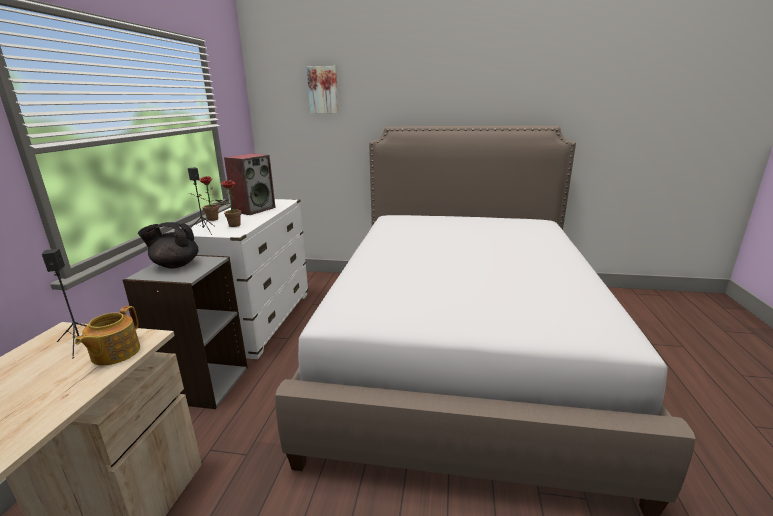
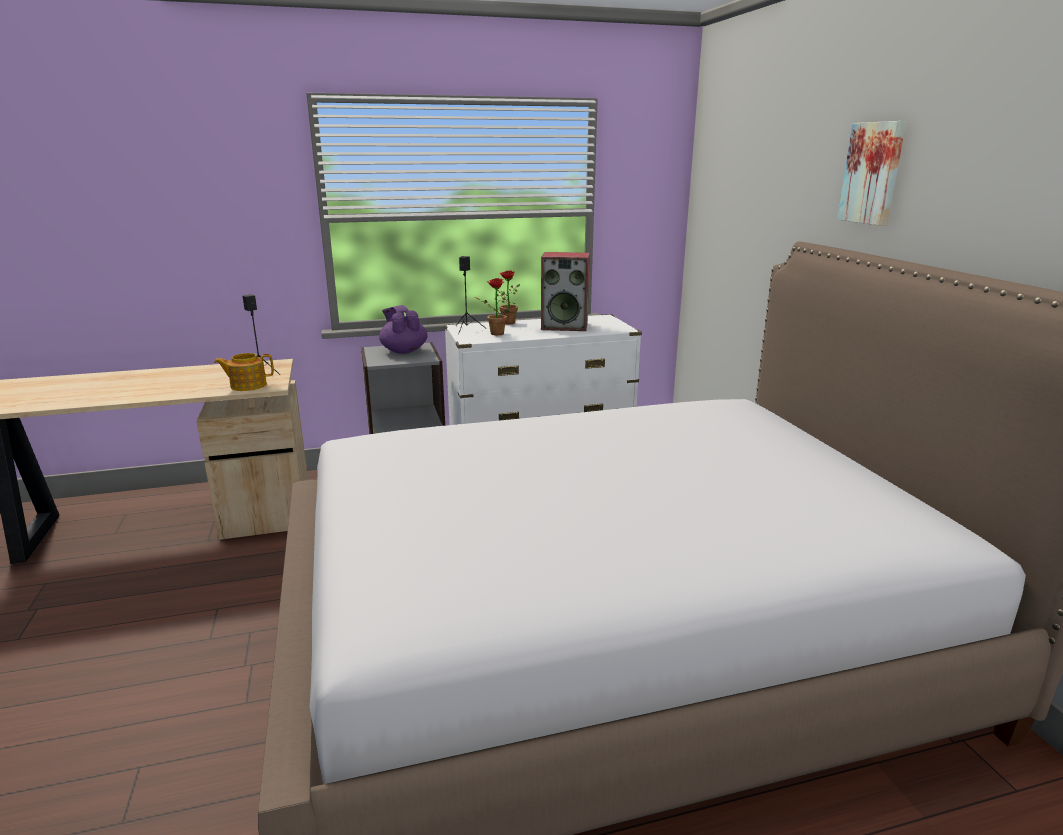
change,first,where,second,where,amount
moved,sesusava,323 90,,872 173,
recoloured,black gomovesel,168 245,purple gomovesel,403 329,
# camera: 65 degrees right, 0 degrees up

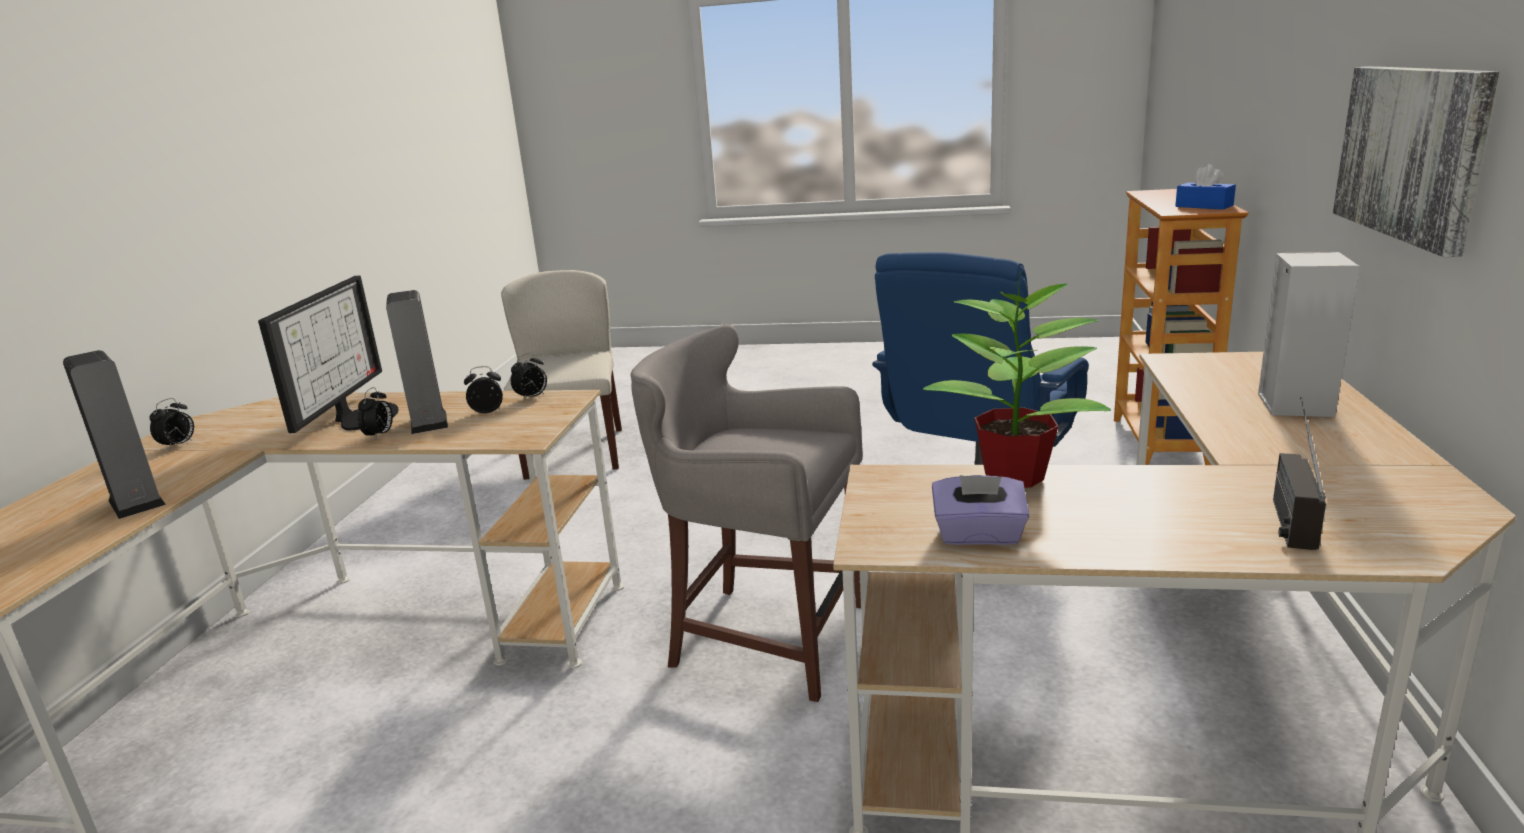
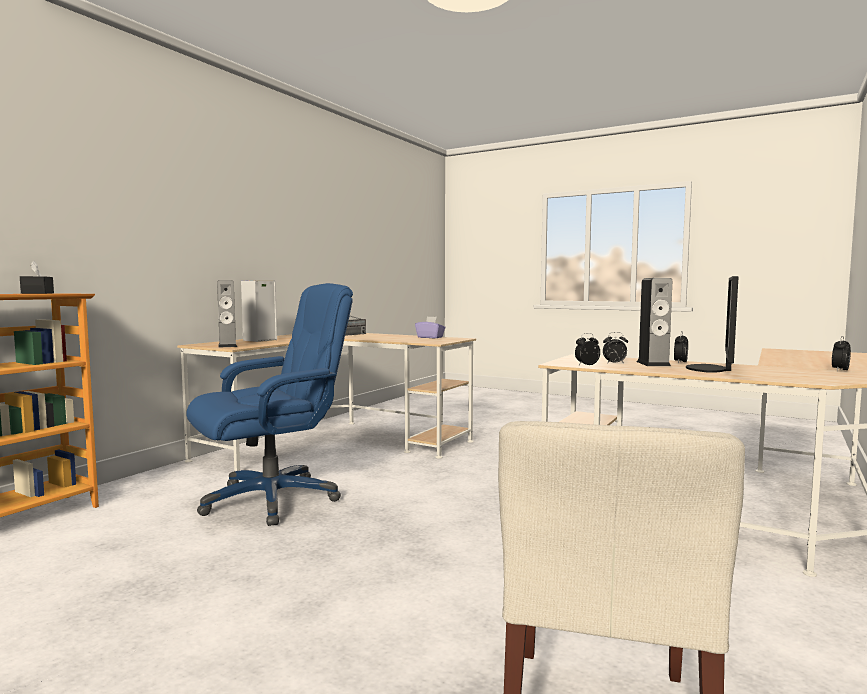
change,first,where,second,where,amount
removed,sesusava,1416 161,,,
recoloured,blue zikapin,1205 187,black zikapin,37 277,
removed,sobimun,1017 379,,,
removed,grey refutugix,747 513,,,
moved,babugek,114 434,,227 314,
# camera: 160 degrees left, 15 degrees down

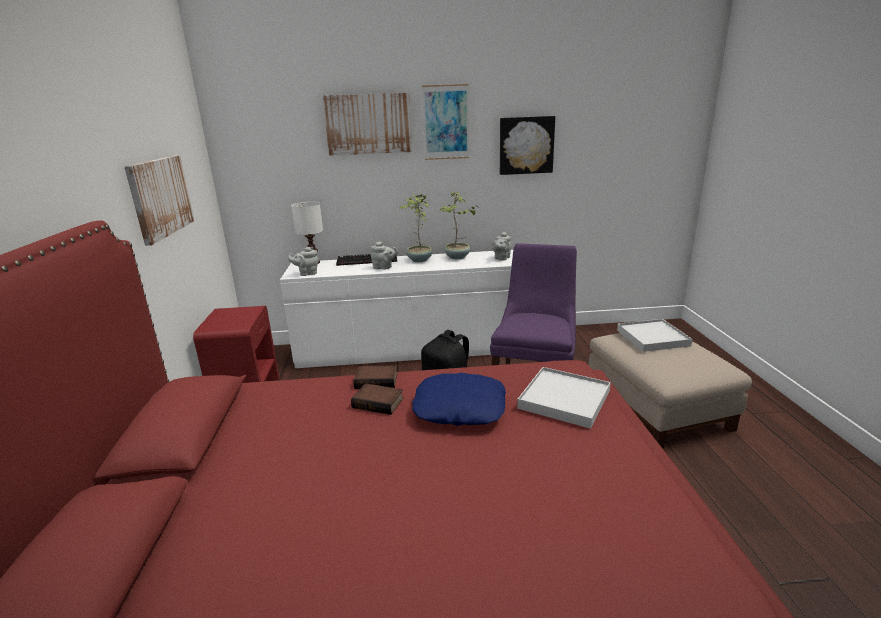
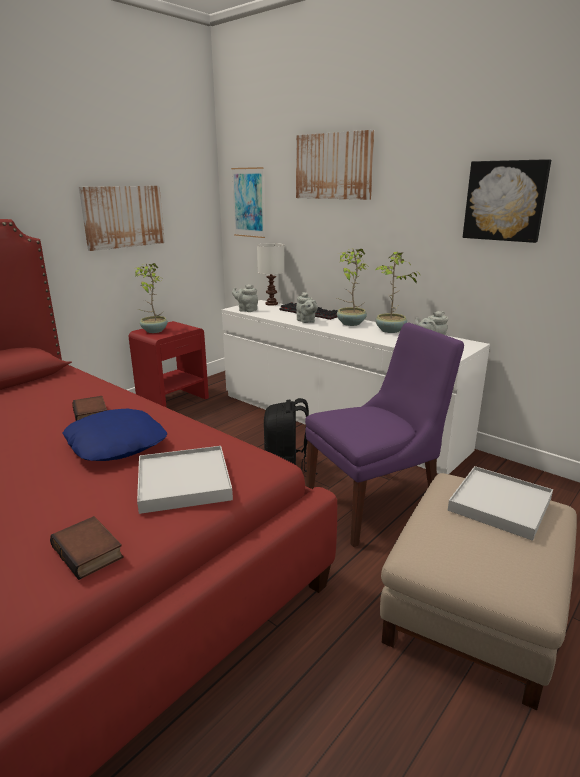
change,first,where,second,where,amount
moved,sesusava,446 122,,248 202,
moved,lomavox,375 377,,86 548,
added,,,sobimun,151 298,
# camera: 45 degrees right, 0 degrees up

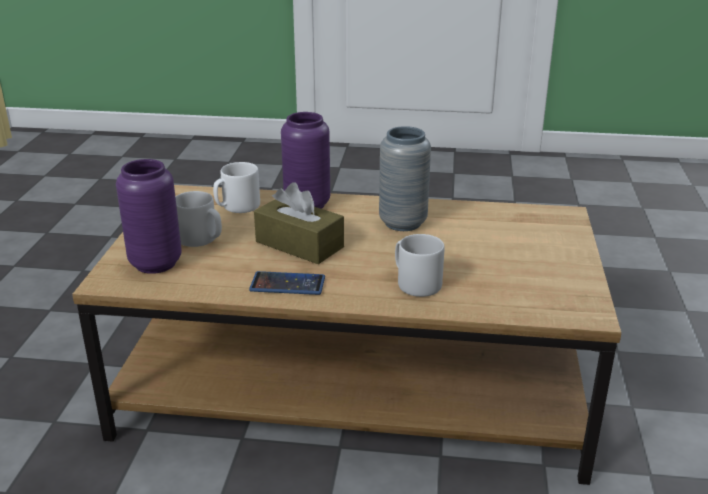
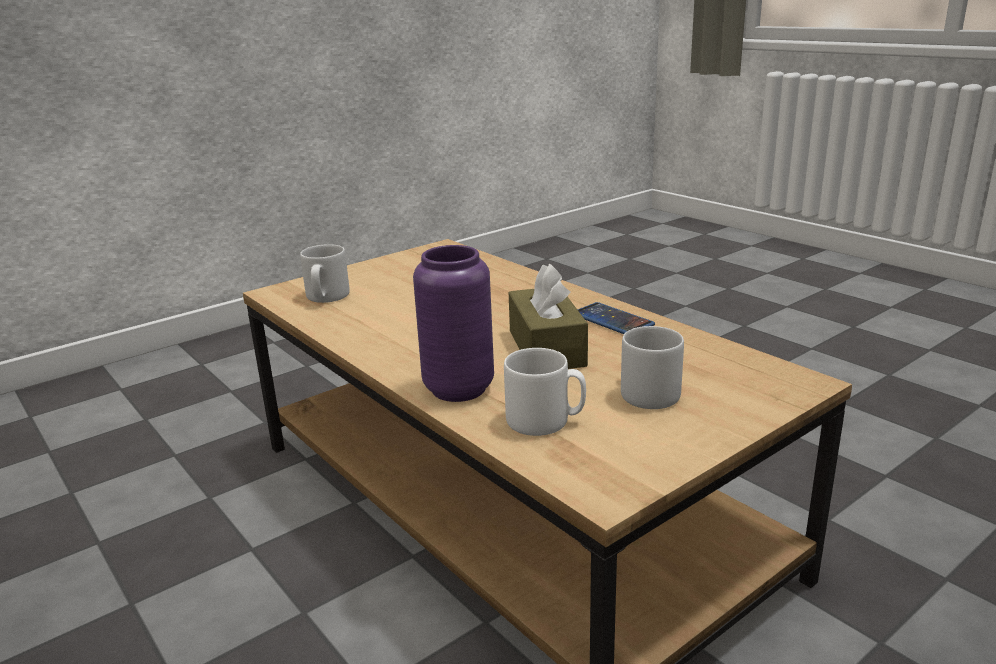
change,first,where,second,where,amount
removed,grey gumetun,405 178,,,
removed,purple gumetun,149 216,,,
moved,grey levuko,419 265,,325 273,
# camera: 135 degrees left, 5 degrees down

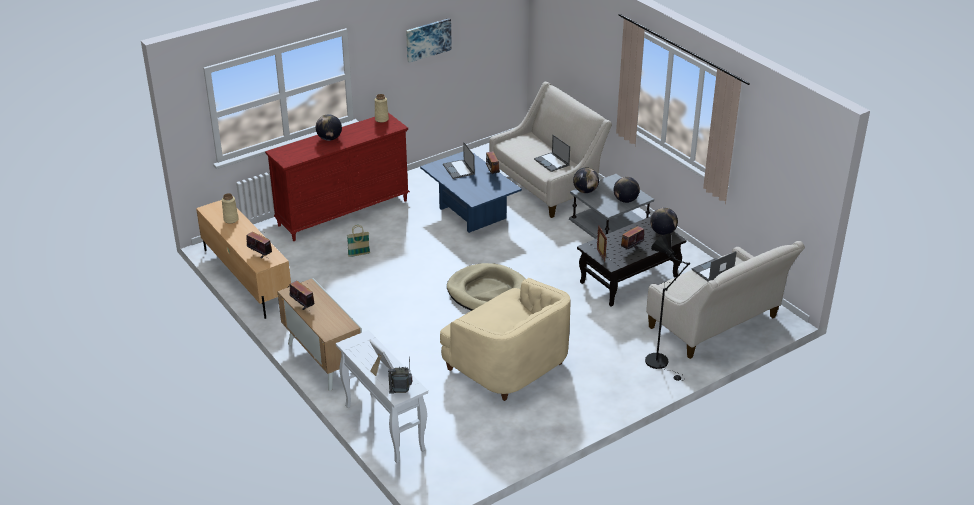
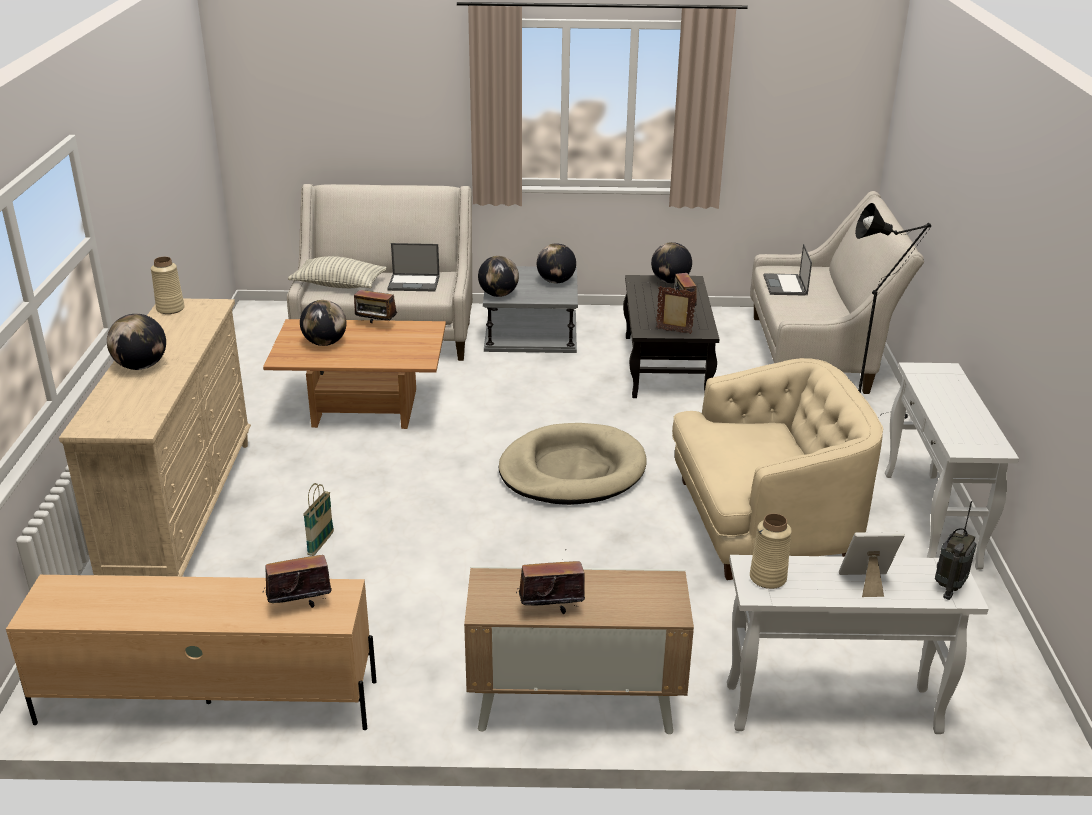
change,first,where,second,where,amount
removed,sesusava,429 40,,,
recoloured,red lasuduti,337 177,beige lasuduti,155 438,
replaced,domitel,459 160,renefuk,323 323,
recoloured,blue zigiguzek,471 192,brown zigiguzek,354 374,
moved,beige gumetun,230 208,,771 551,
added,,,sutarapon,337 272,
added,,,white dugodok,952 466,
# camera: 55 degrees left, 5 degrees down

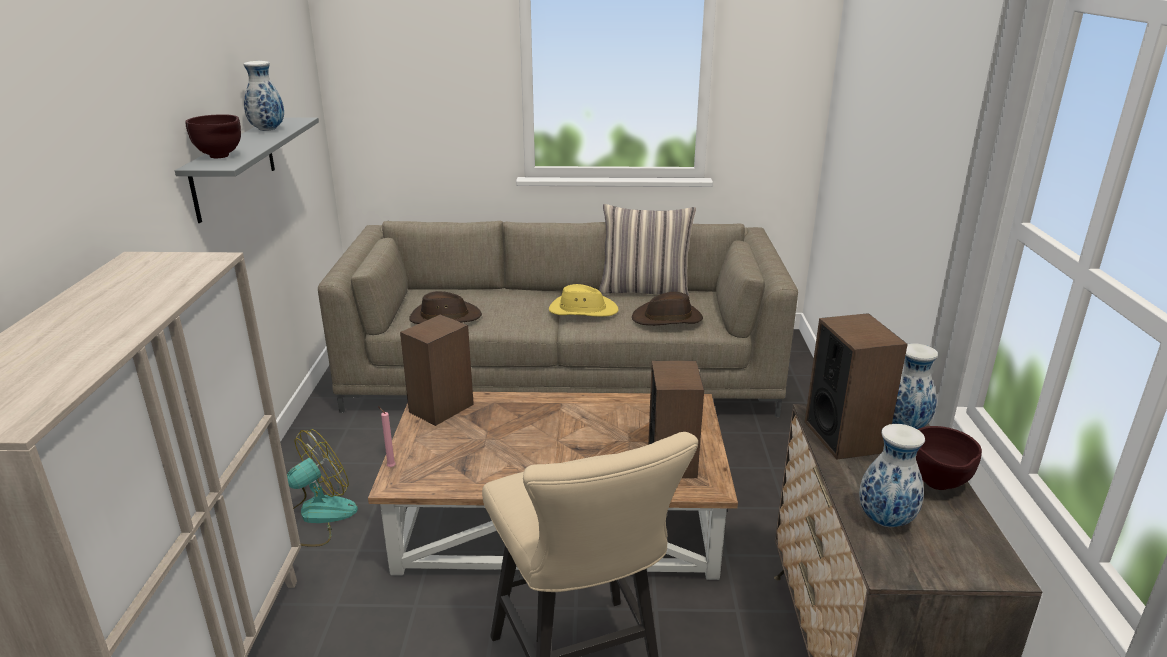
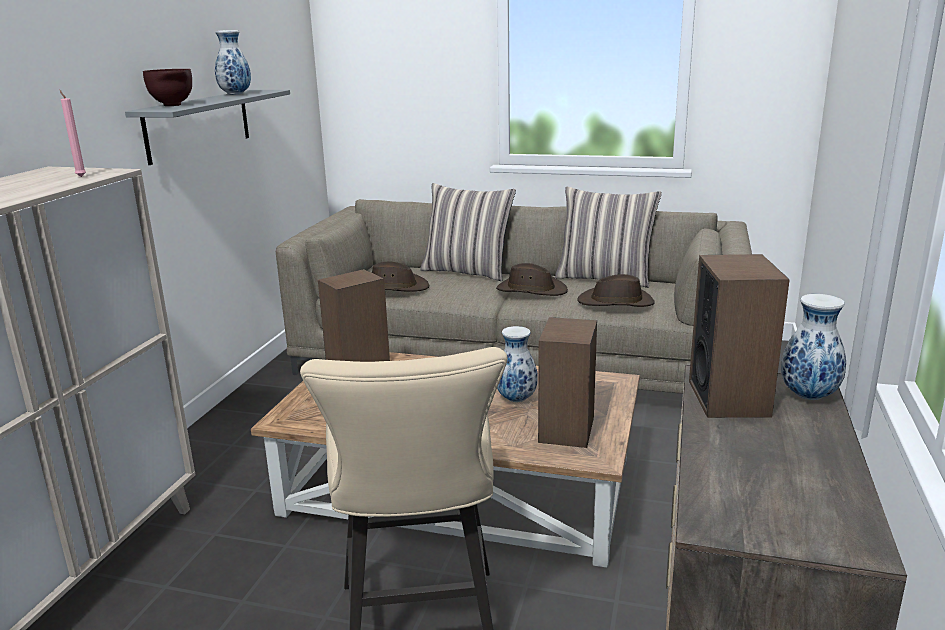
change,first,where,second,where,amount
recoloured,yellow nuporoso,584 300,brown nuporoso,532 279,
moved,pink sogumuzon,387 436,,73 133,
moved,gumetun,892 475,,517 364,
removed,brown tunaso,949 458,,,
removed,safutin,322 488,,,
added,,,sutarapon,468 232,
# camera: 15 degrees right, 5 degrees down

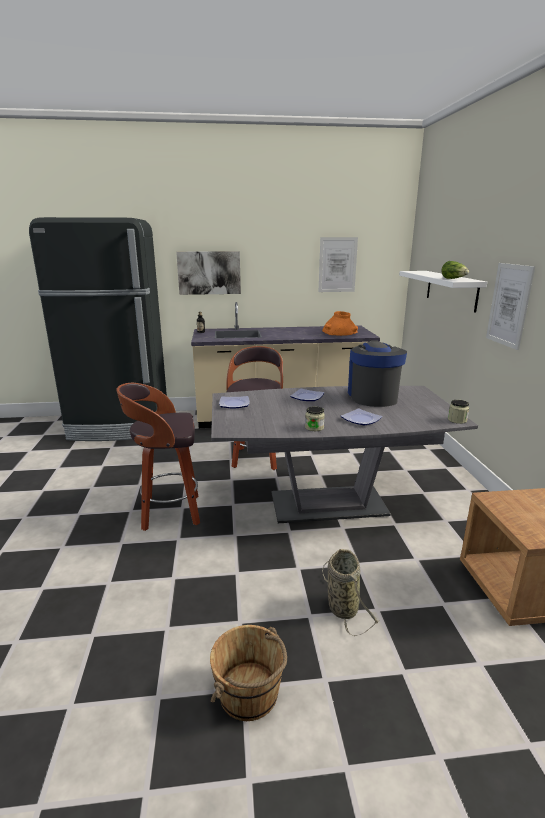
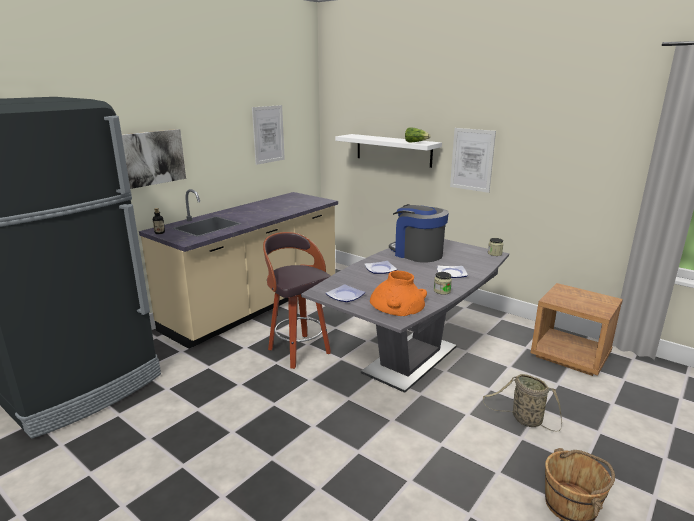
change,first,where,second,where,amount
moved,orange gumetun,340 323,,398 293,
removed,refutugix,158 457,,,
# camera: 45 degrees left, 0 degrees up

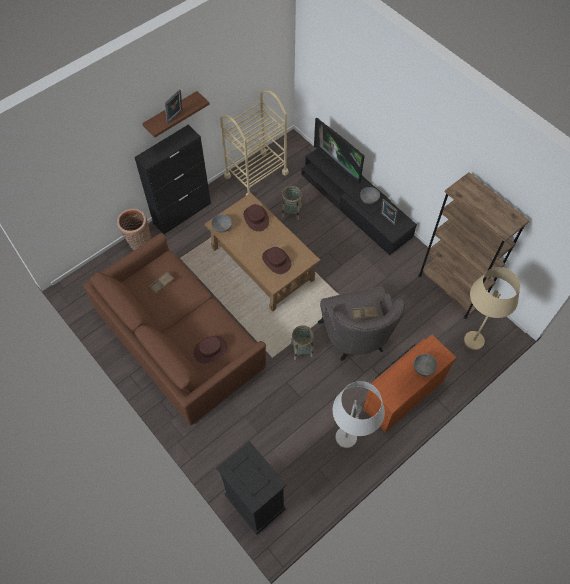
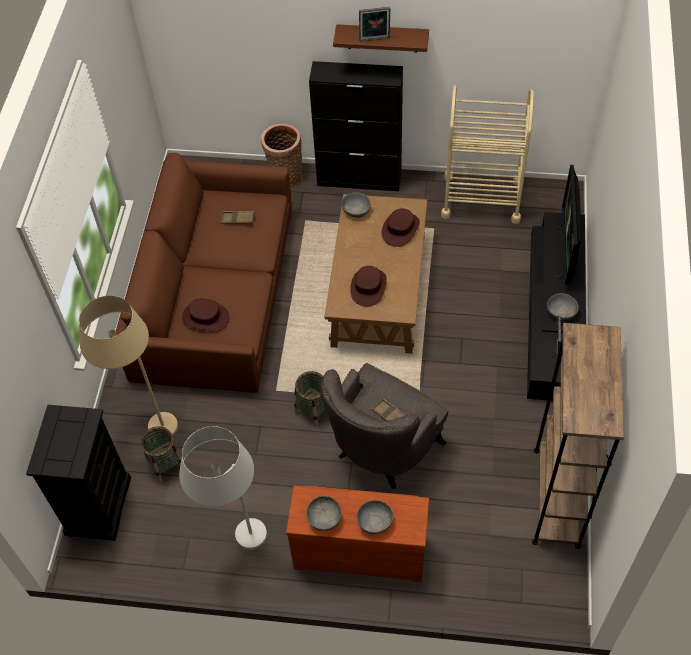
change,first,where,second,where,amount
moved,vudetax,292 203,,161 454,
moved,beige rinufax,492 308,,128 365,
added,,,grey tunaso,324 513,
# camera: 50 degrees right, 5 degrees down

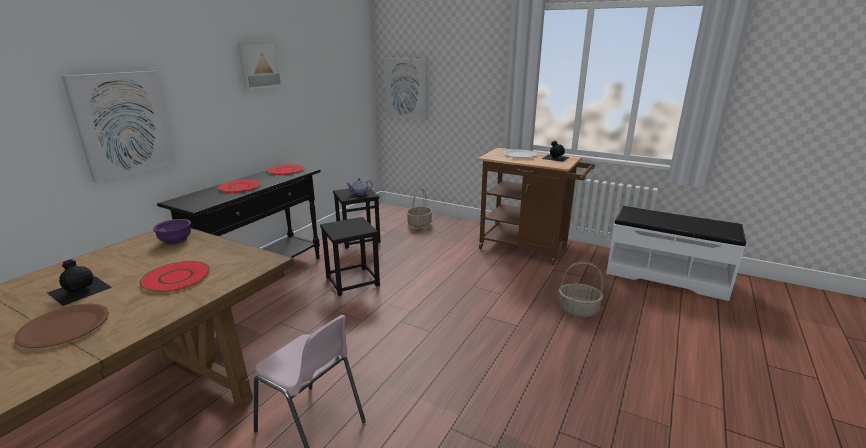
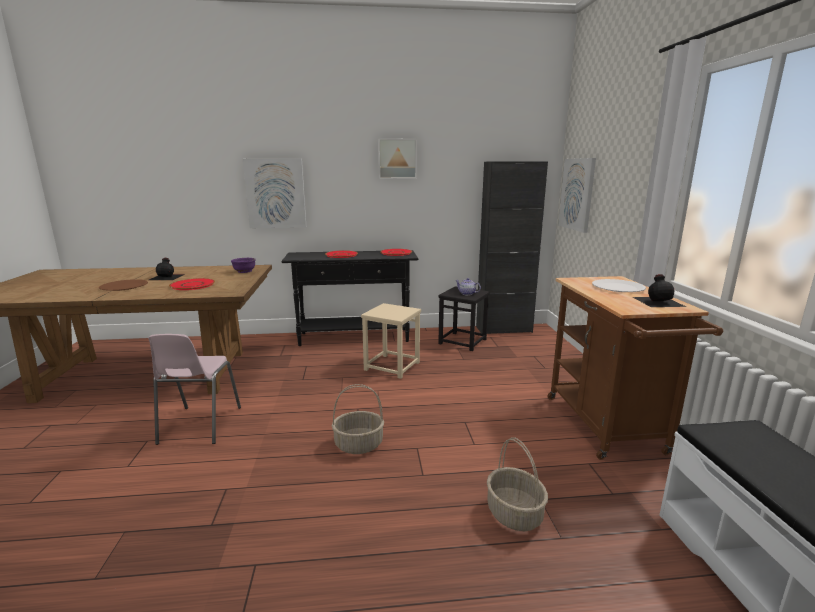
change,first,where,second,where,amount
moved,vudetax,419 208,,358 419,
recoloured,black refutugix,350 256,beige refutugix,391 341,
added,,,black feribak,512 247,
# camera: 55 degrees right, 5 degrees down

